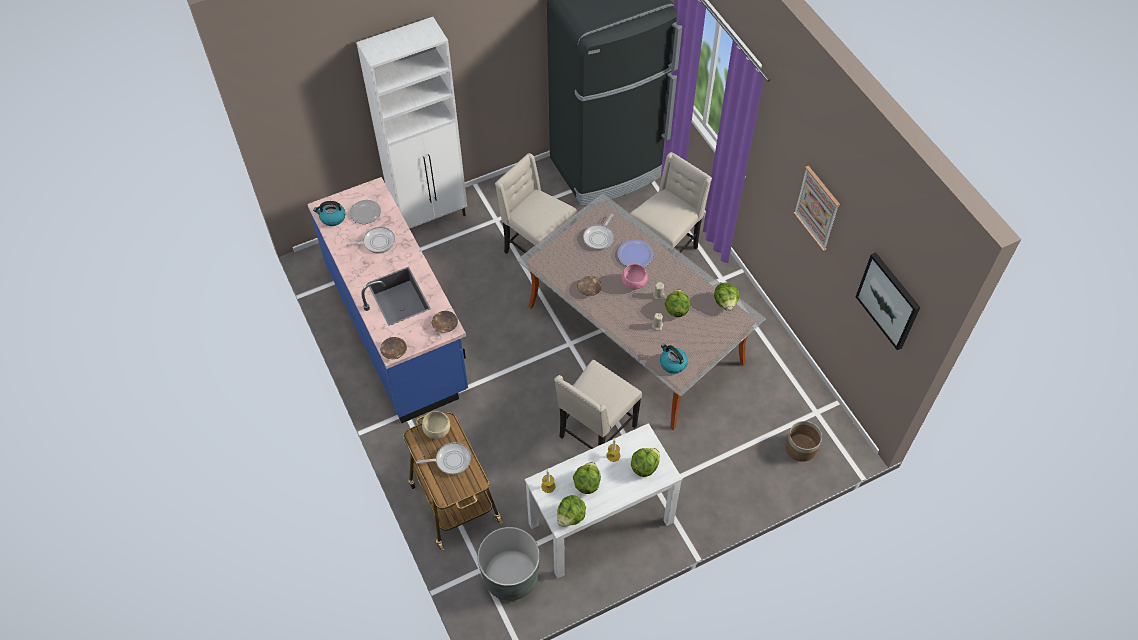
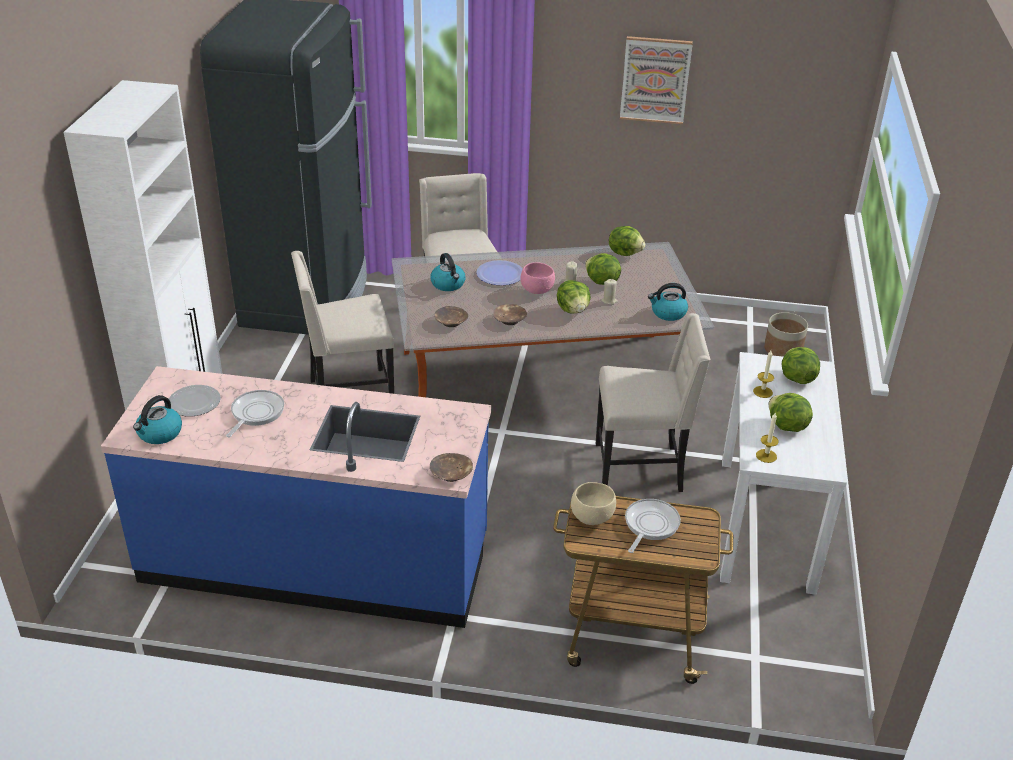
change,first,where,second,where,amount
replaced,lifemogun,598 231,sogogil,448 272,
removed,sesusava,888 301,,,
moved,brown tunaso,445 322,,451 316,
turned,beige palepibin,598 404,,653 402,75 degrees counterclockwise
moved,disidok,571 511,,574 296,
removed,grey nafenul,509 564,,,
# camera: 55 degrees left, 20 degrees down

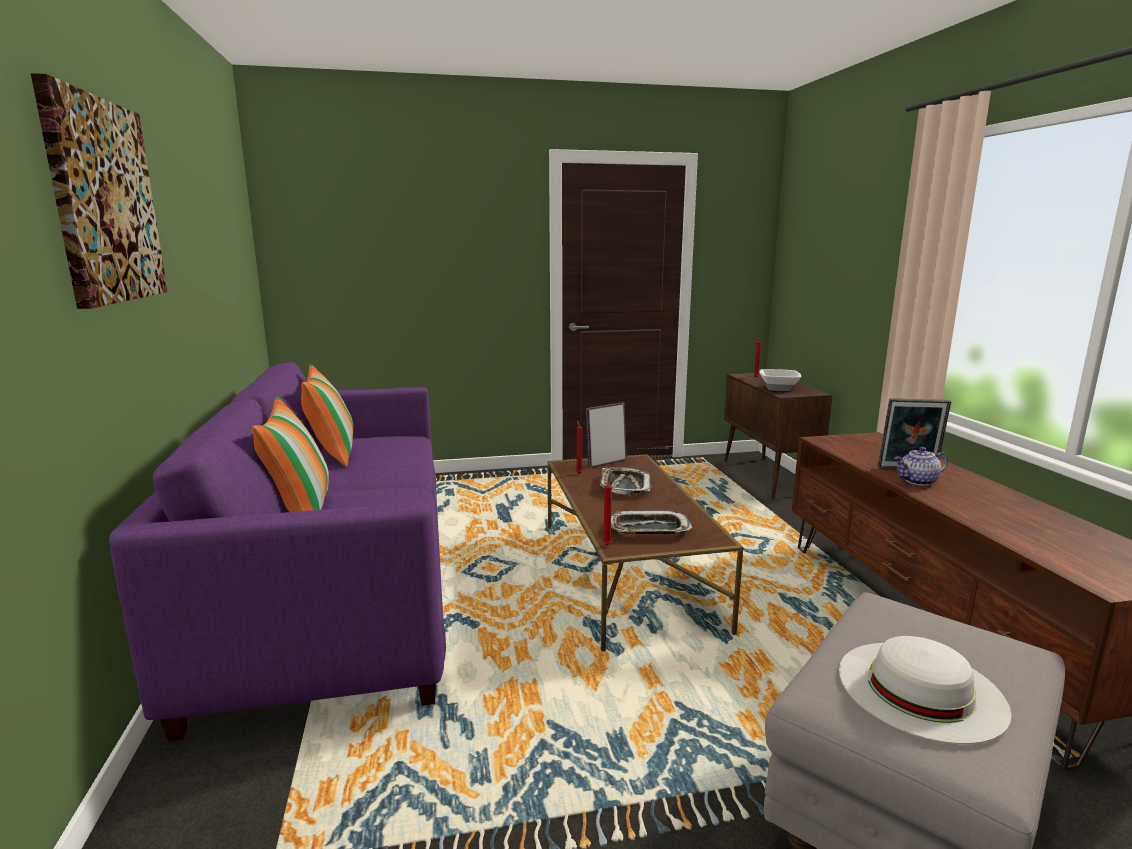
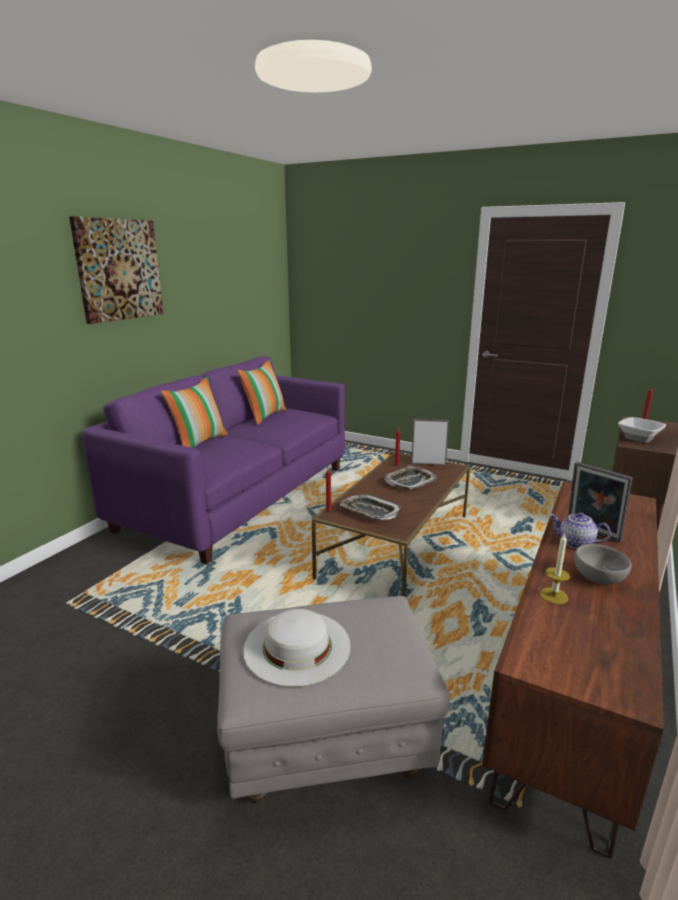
change,first,where,second,where,amount
added,,,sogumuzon,555 568,
added,,,grey tunaso,603 564,
# camera: 40 degrees right, 5 degrees up

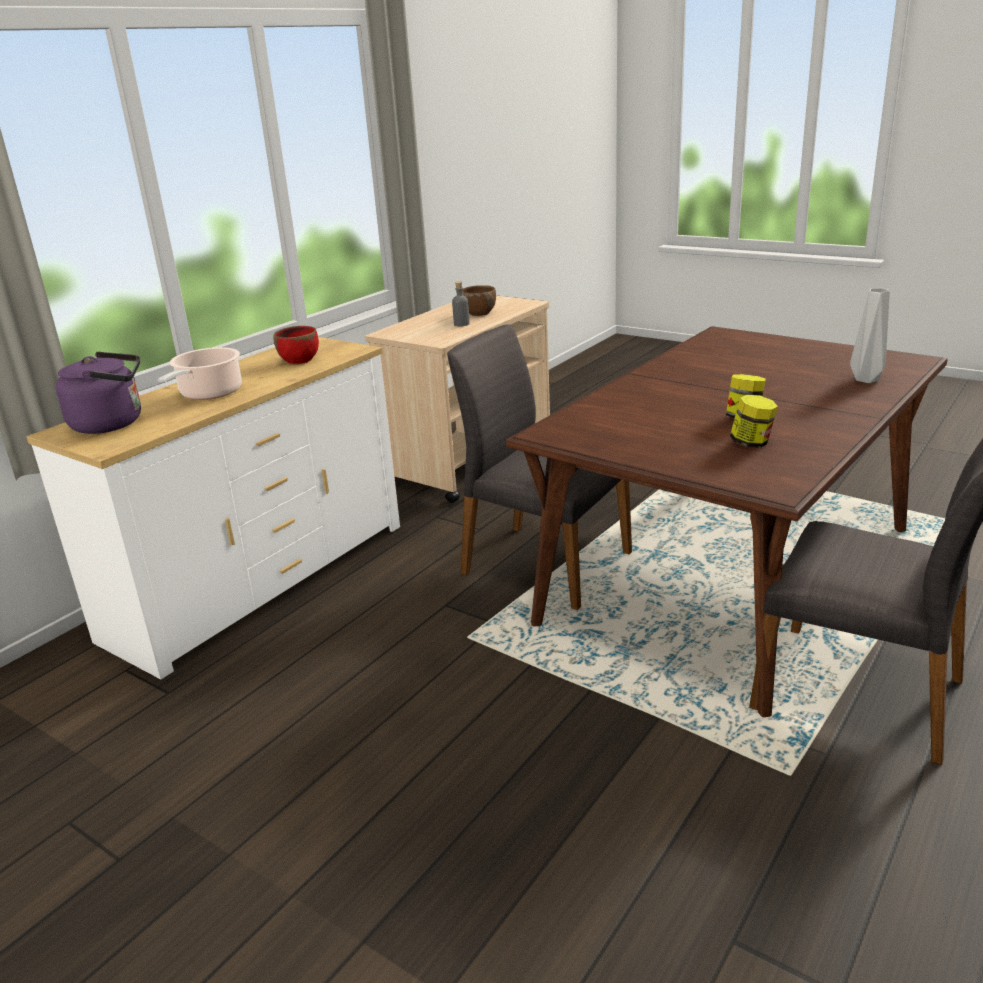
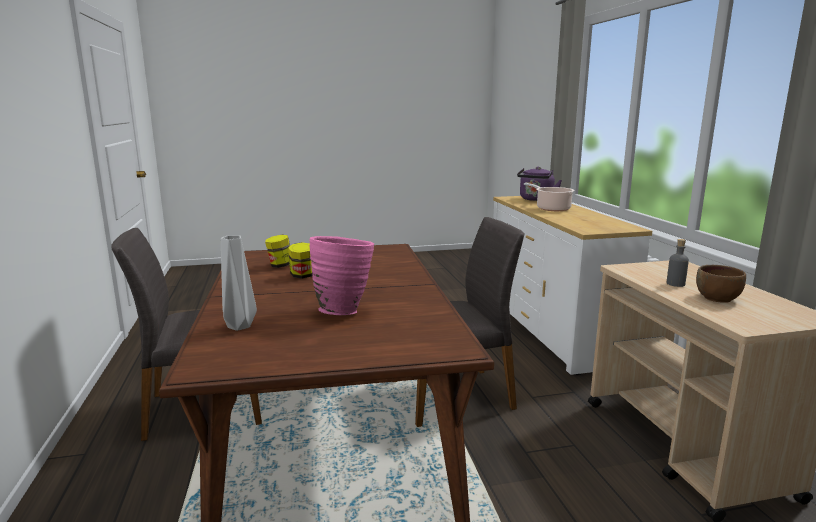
change,first,where,second,where,amount
removed,red tunaso,296 345,,,
added,,,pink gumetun,341 275,
# camera: 130 degrees right, 10 degrees down

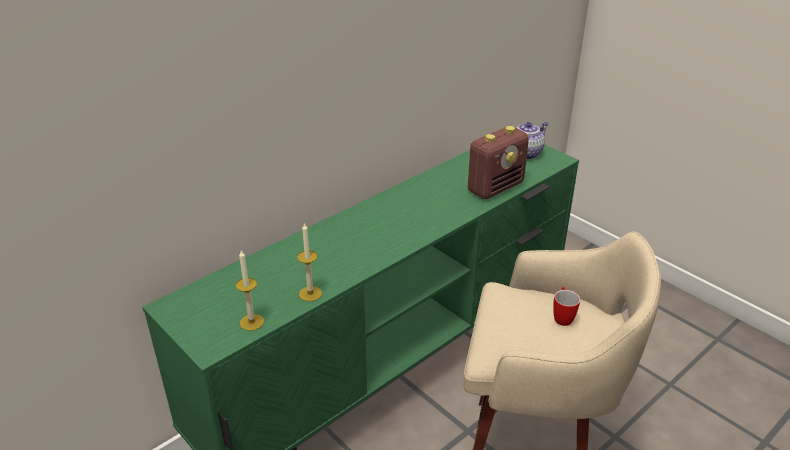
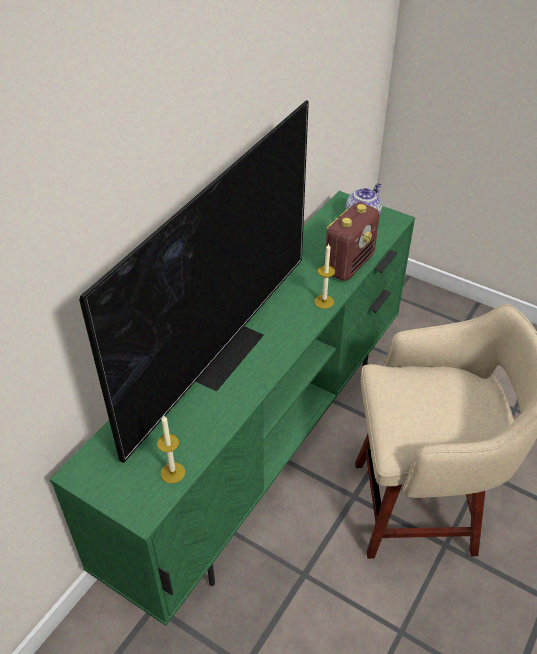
change,first,where,second,where,amount
moved,sogumuzon,309 262,,324 276,
removed,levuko,567 306,,,
added,,,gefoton,194 281,
# camera: 15 degrees left, 10 degrees up

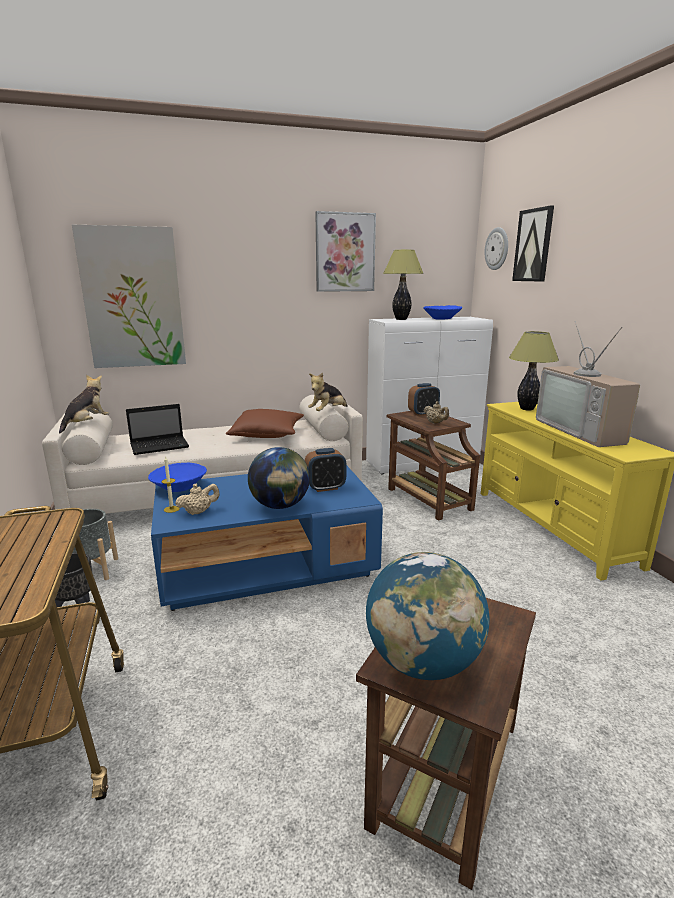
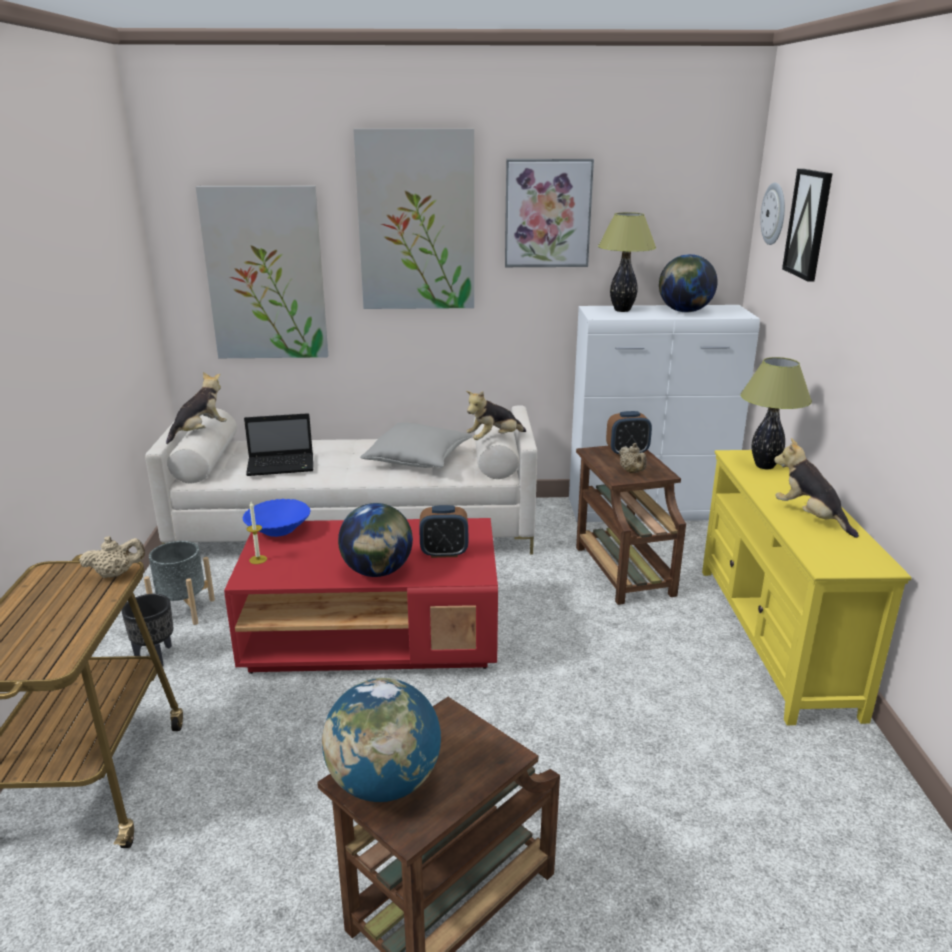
change,first,where,second,where,amount
replaced,blue tunaso,442 312,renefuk,688 283,
replaced,gefoton,588 384,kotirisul,816 488,
recoloured,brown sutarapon,265 423,grey sutarapon,416 445,
recoloured,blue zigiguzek,267 538,red zigiguzek,361 596,
moved,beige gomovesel,197 499,,112 557,
added,,,sesusava,413 219,
# camera: 15 degrees right, 5 degrees up

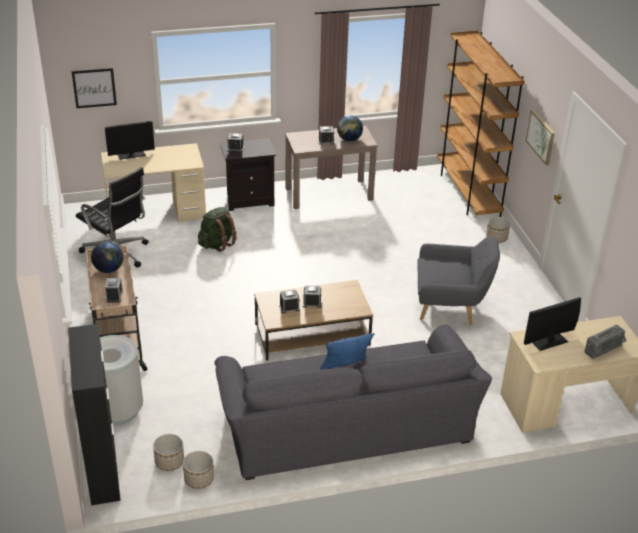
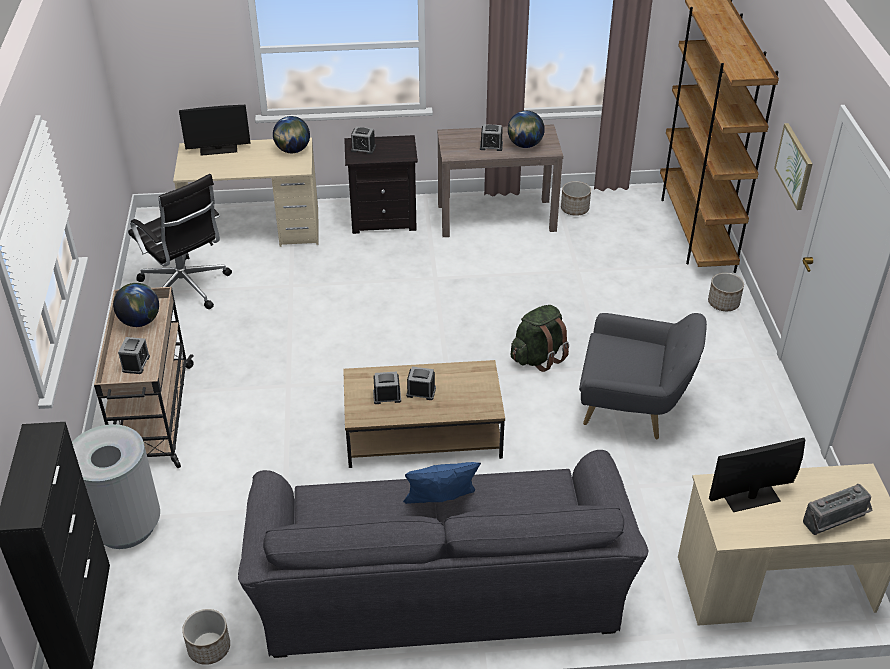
change,first,where,second,where,amount
removed,sesusava,94 88,,,
moved,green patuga,217 229,,540 338,
moved,nafenul,168 452,,576 198,
added,,,renefuk,291 134,
# camera: 10 degrees right, 5 degrees up

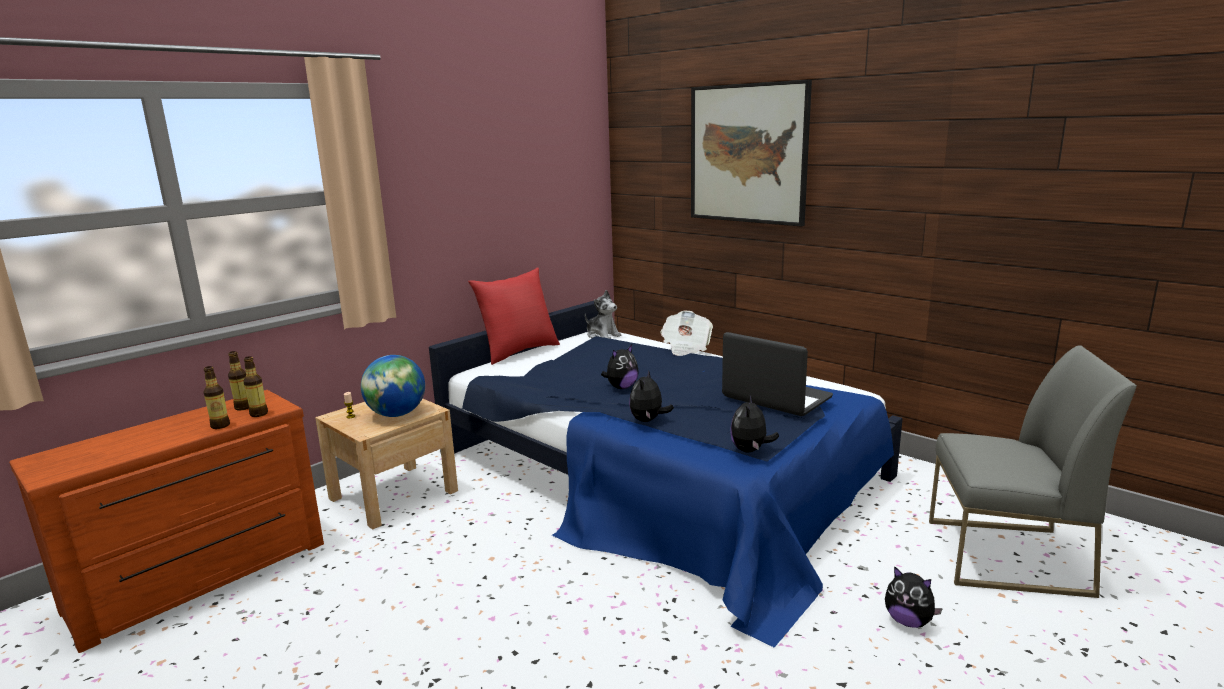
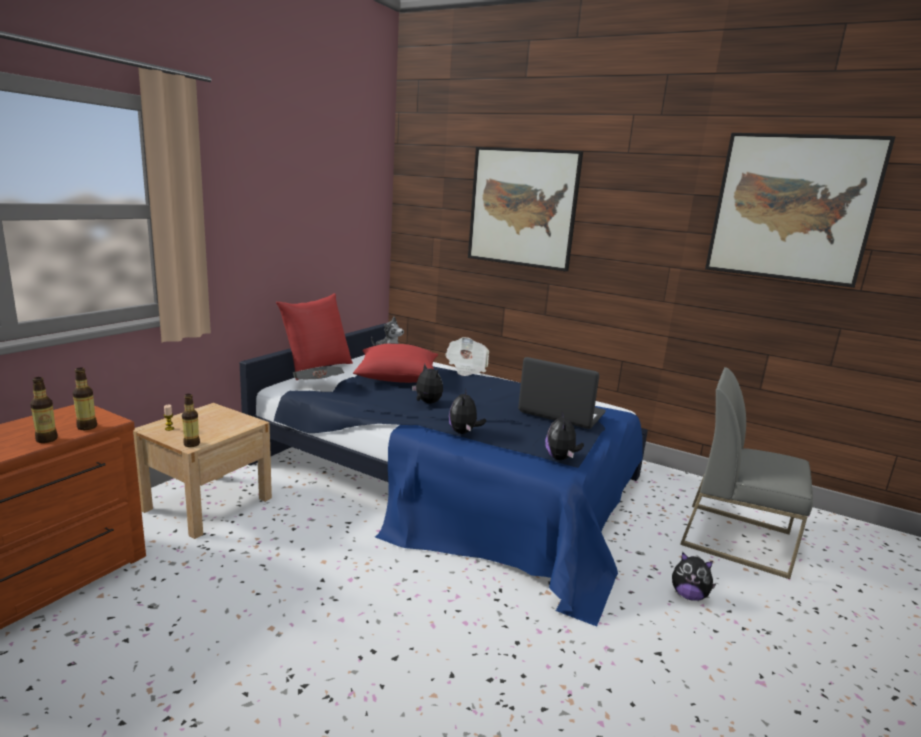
change,first,where,second,where,amount
turned,kotirisul,620 367,,427 384,75 degrees counterclockwise
turned,grey palepibin,1033 471,,746 473,150 degrees counterclockwise
moved,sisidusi,238 381,,191 420,
removed,renefuk,393 386,,,
added,,,sesusava,800 210,
added,,,red sutarapon,395 363,
added,,,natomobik,318 373,
# camera: 15 degrees left, 0 degrees up

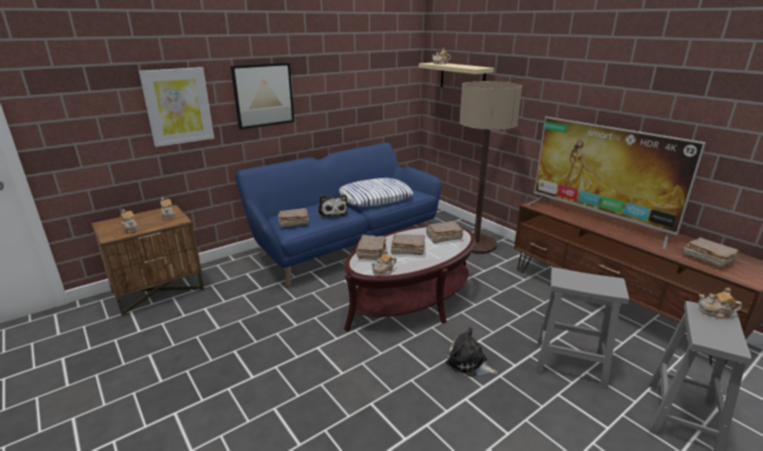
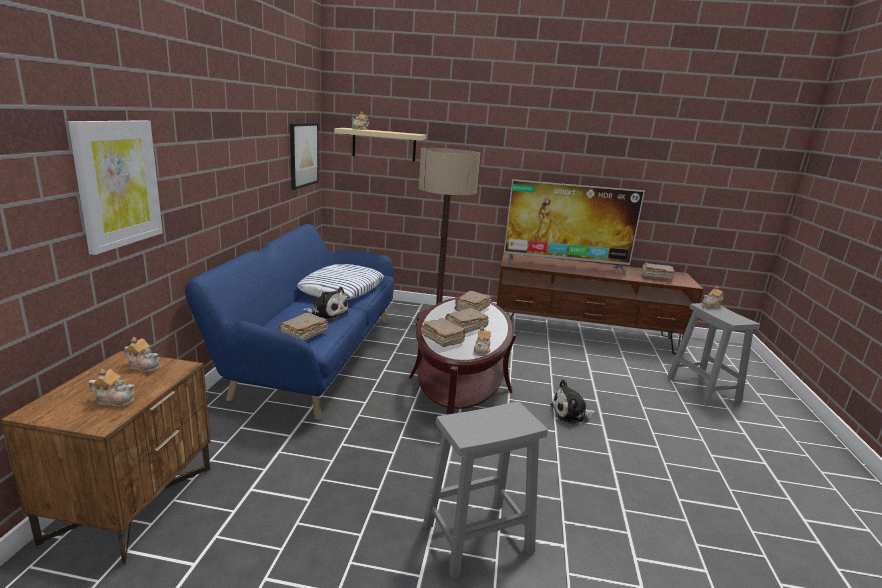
change,first,where,second,where,amount
moved,sesusava,262 96,,304 156,
moved,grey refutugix,582 328,,485 490,
# camera: 45 degrees left, 5 degrees down

